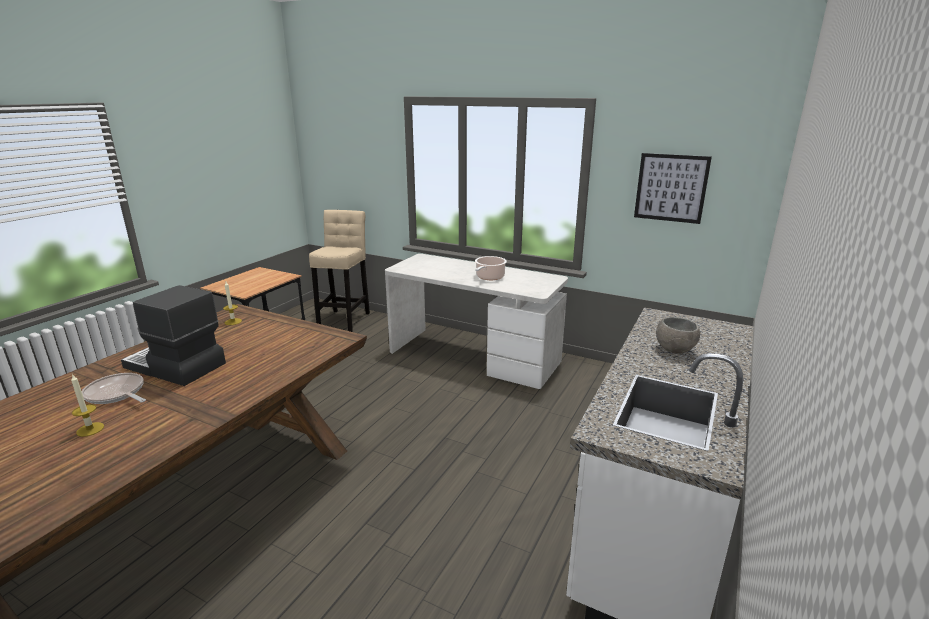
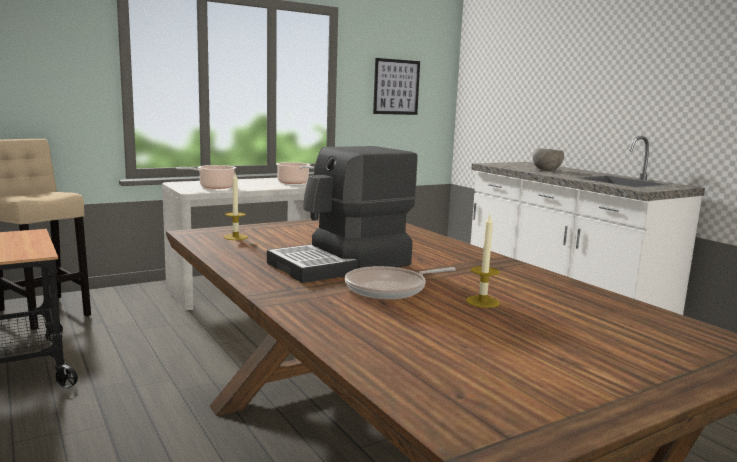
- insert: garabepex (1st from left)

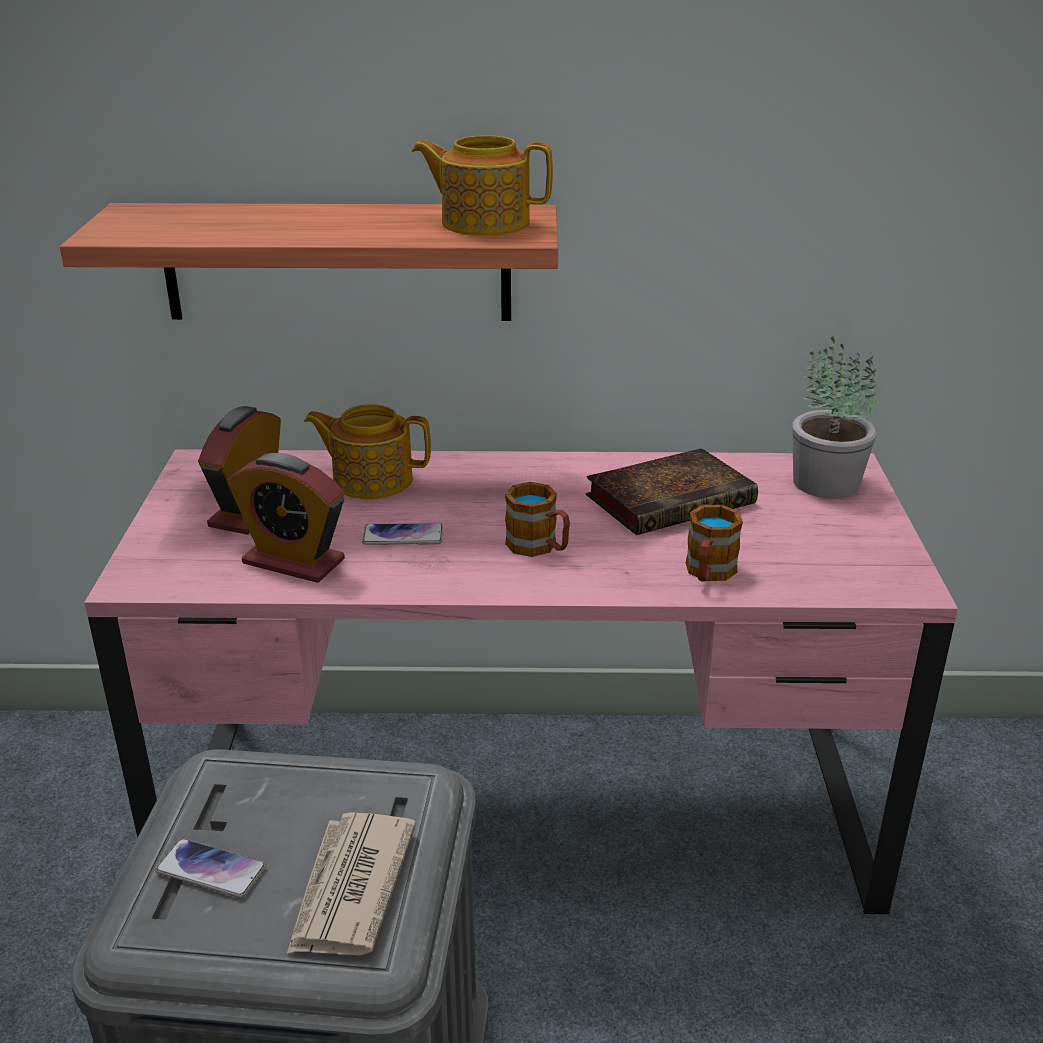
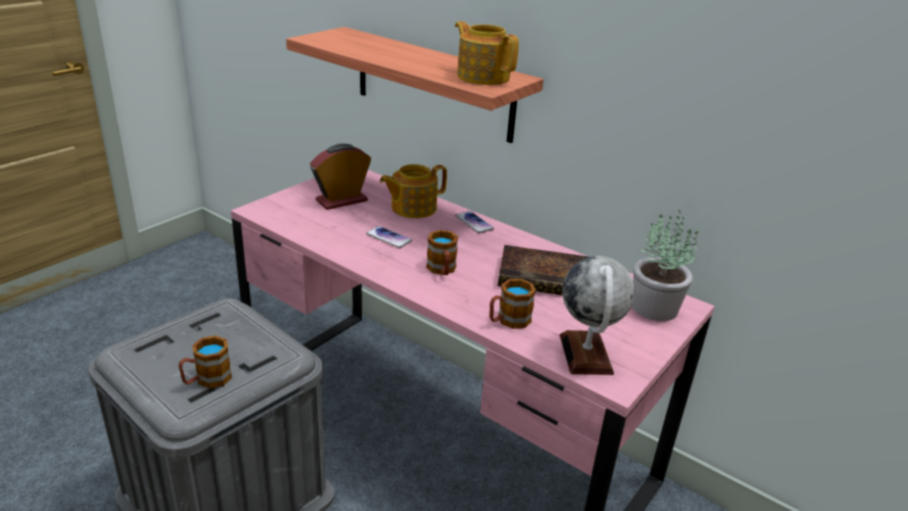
- delete: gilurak (2nd from left)
- insert: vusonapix
- move: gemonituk (1st from left in the first image) to gemonituk (2nd from left)
- replace: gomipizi to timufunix (1st from left)
- rotate: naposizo (1st from left) 75 degrees counterclockwise

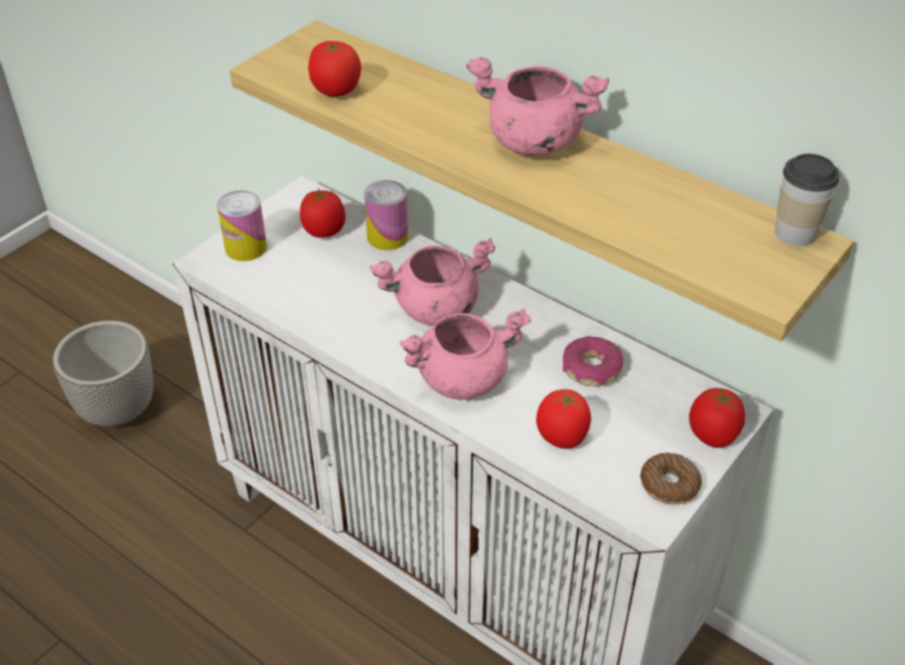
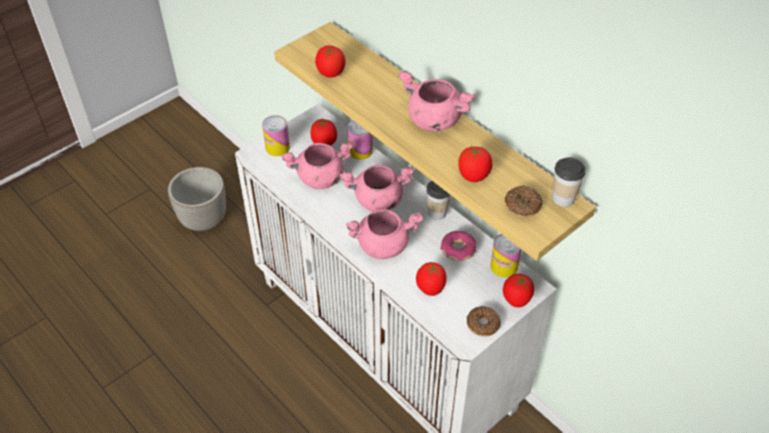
- insert: pink garabepex (1st from left)
- insert: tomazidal (1st from left)
- insert: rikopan (4th from left)
- insert: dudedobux (3rd from left)
- insert: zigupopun (3rd from left)

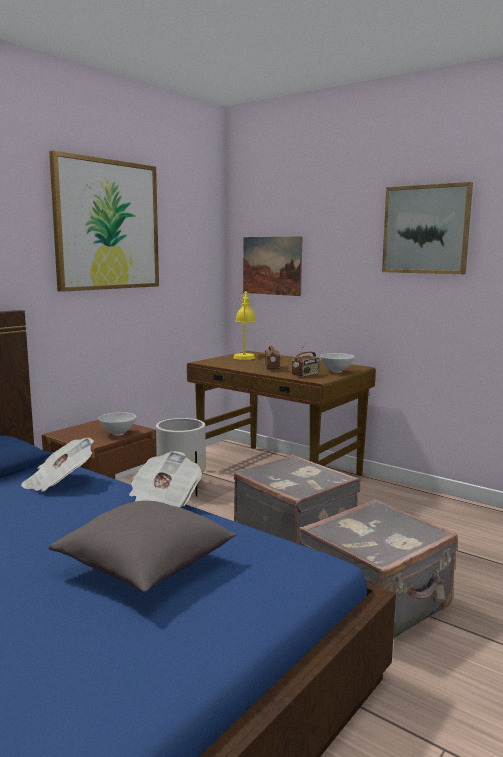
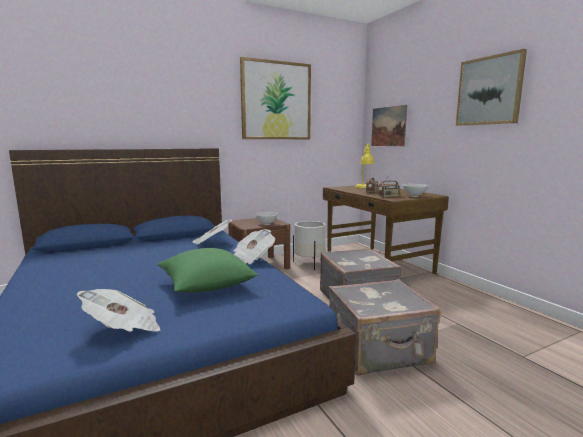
- insert: gomipizi (1st from left)
- recolor: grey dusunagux to green dusunagux

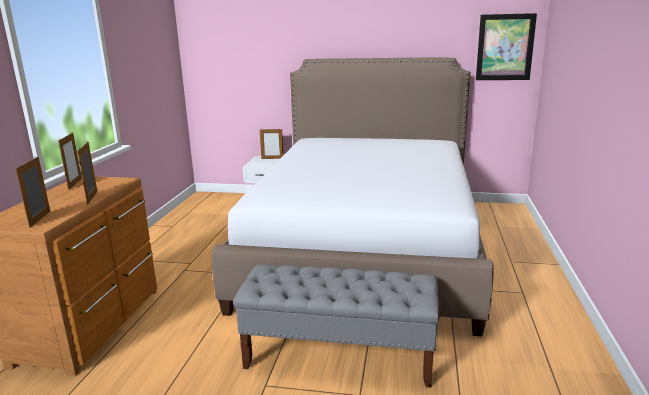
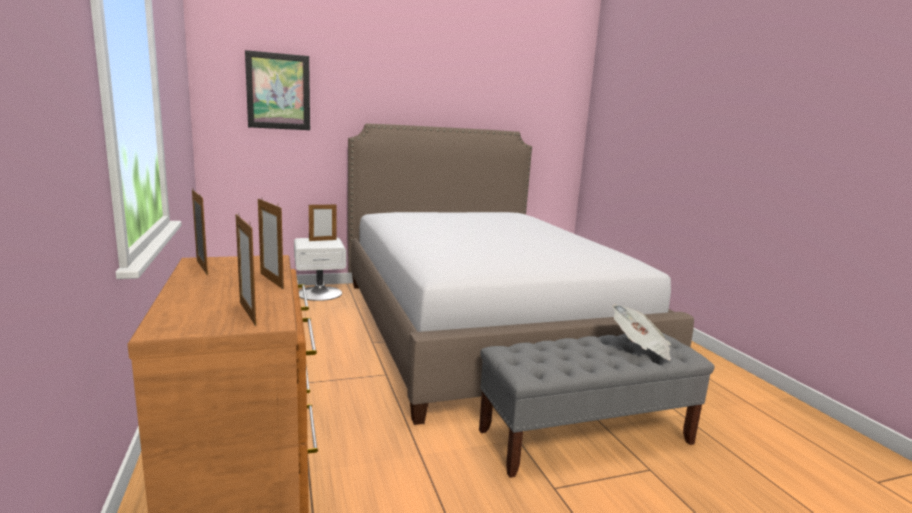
- insert: gomipizi
- move: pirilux

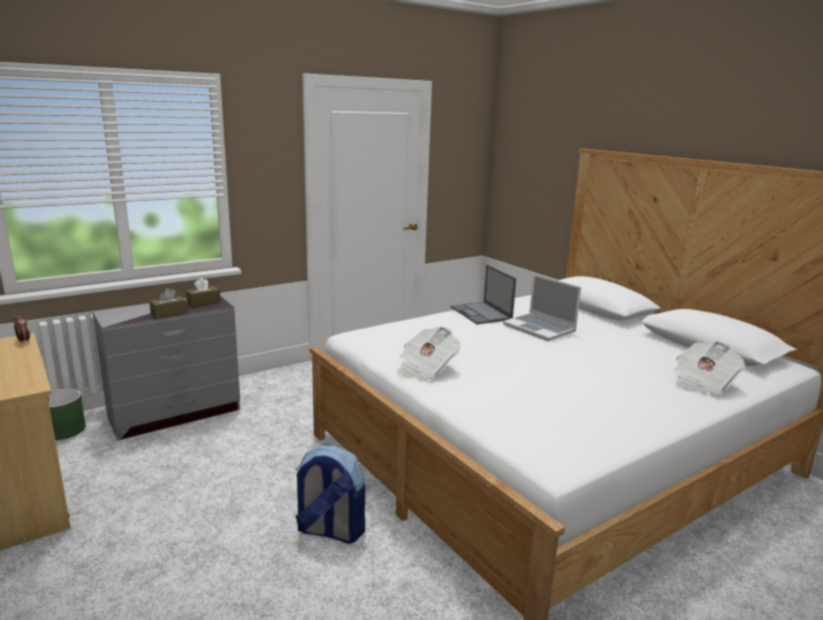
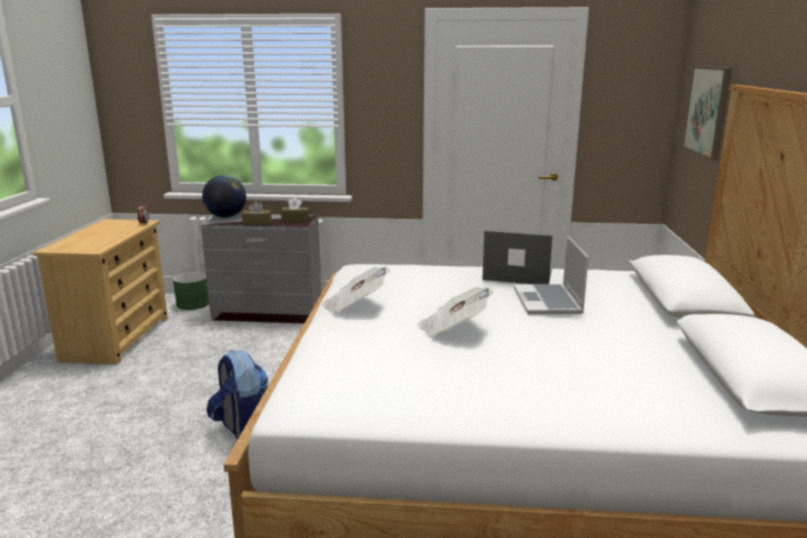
- insert: vusonapix
- insert: pirilux
- move: gomipizi (2nd from left)
- rotate: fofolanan (1st from left) 90 degrees clockwise

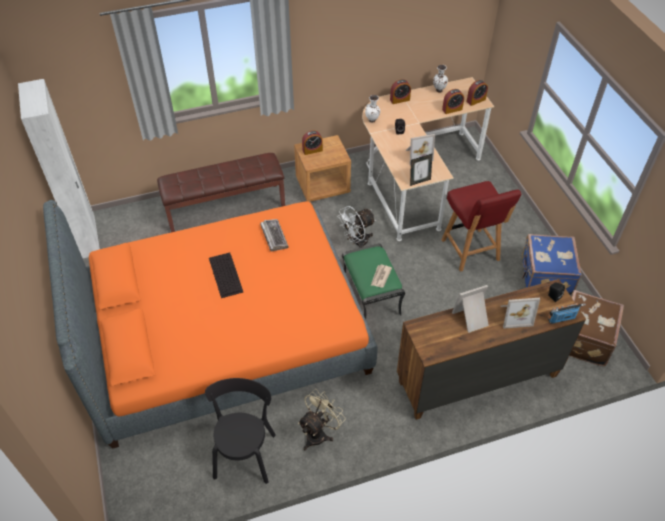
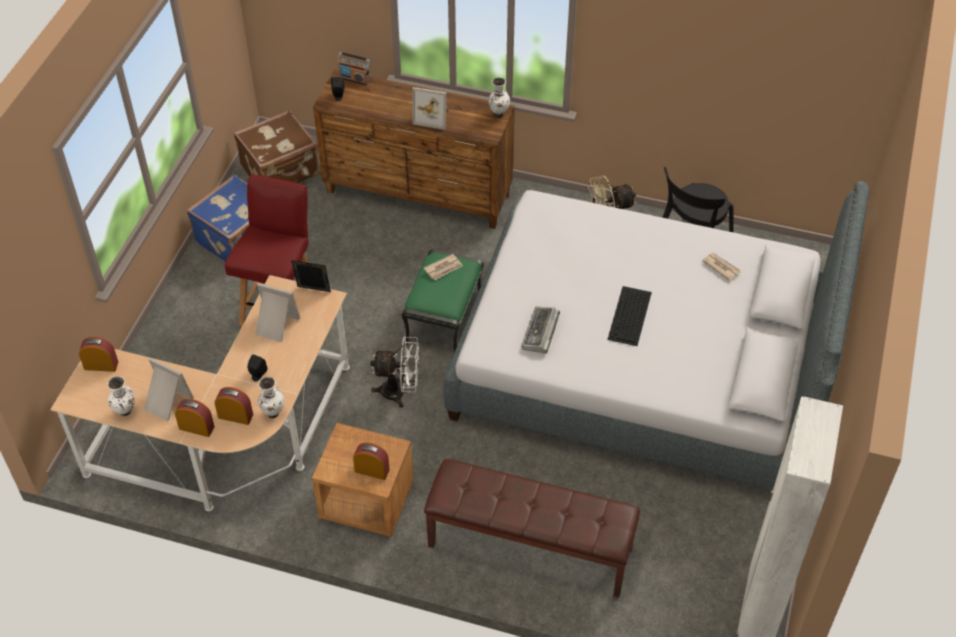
- insert: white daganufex (3rd from left)
- insert: gomipizi (2nd from left)
- move: gilurak (3rd from left)
- move: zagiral (4th from left in the first image) to zagiral (1st from left)
- recolor: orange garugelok to grey garugelok

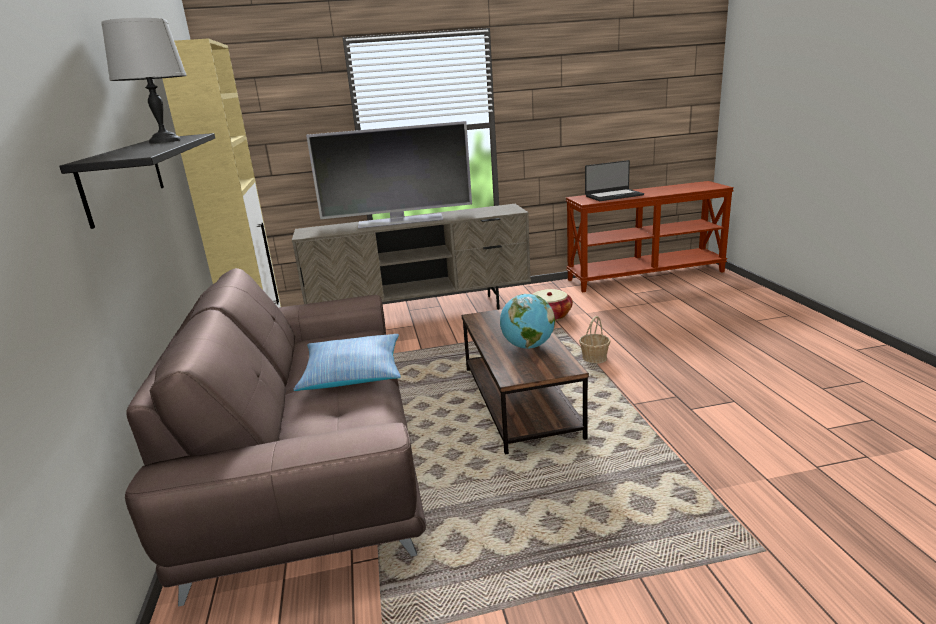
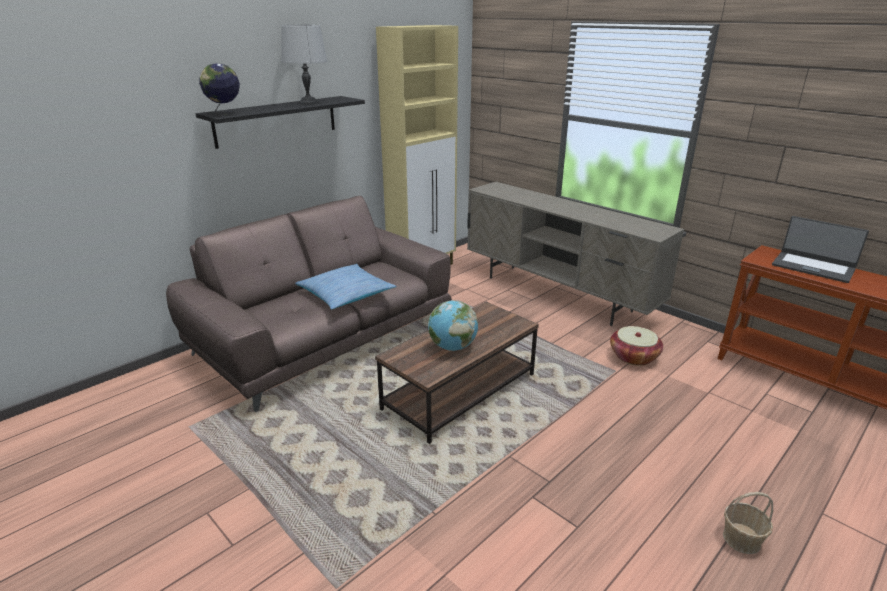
- delete: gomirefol
- insert: vusonapix (1st from left)
- move: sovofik (2nd from left)

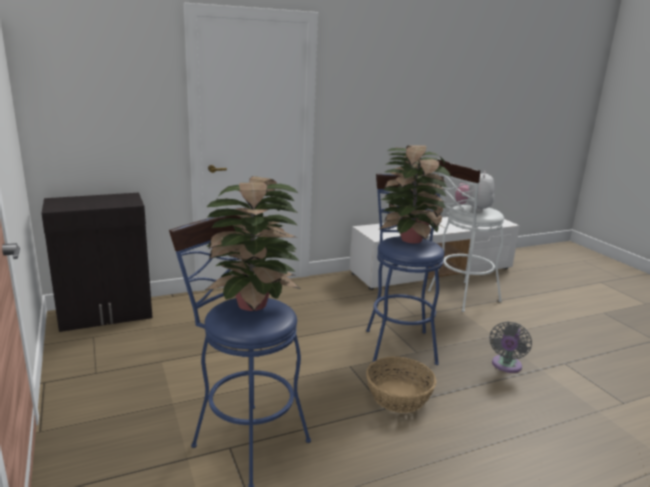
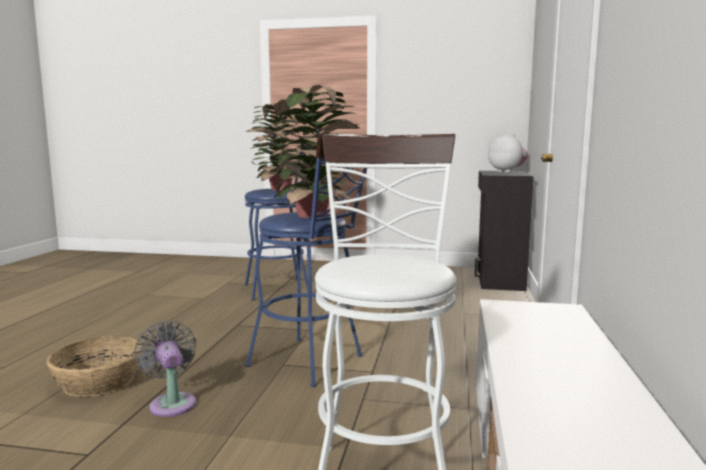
- move: sovofik
- move: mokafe

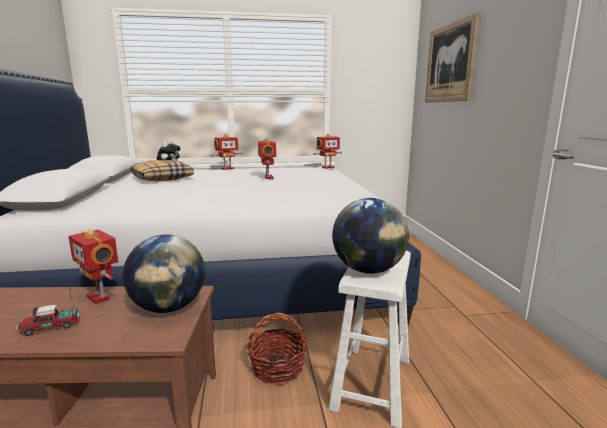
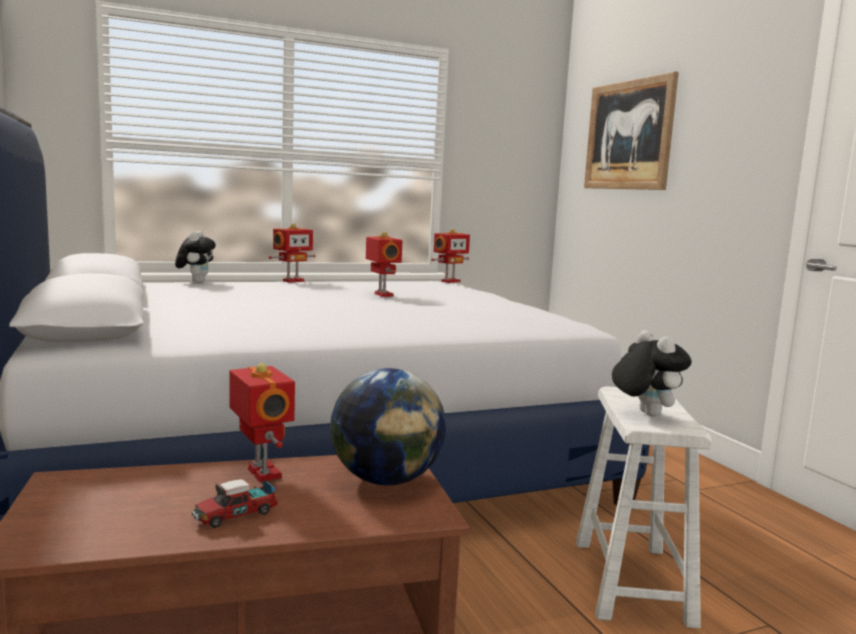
- delete: dusunagux
- delete: sovofik
- replace: vusonapix (2nd from left) to mokafe (2nd from left)
- rotate: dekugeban (1st from left) 150 degrees counterclockwise

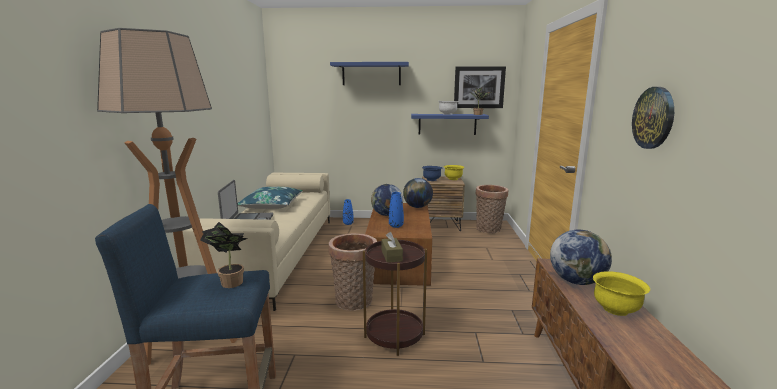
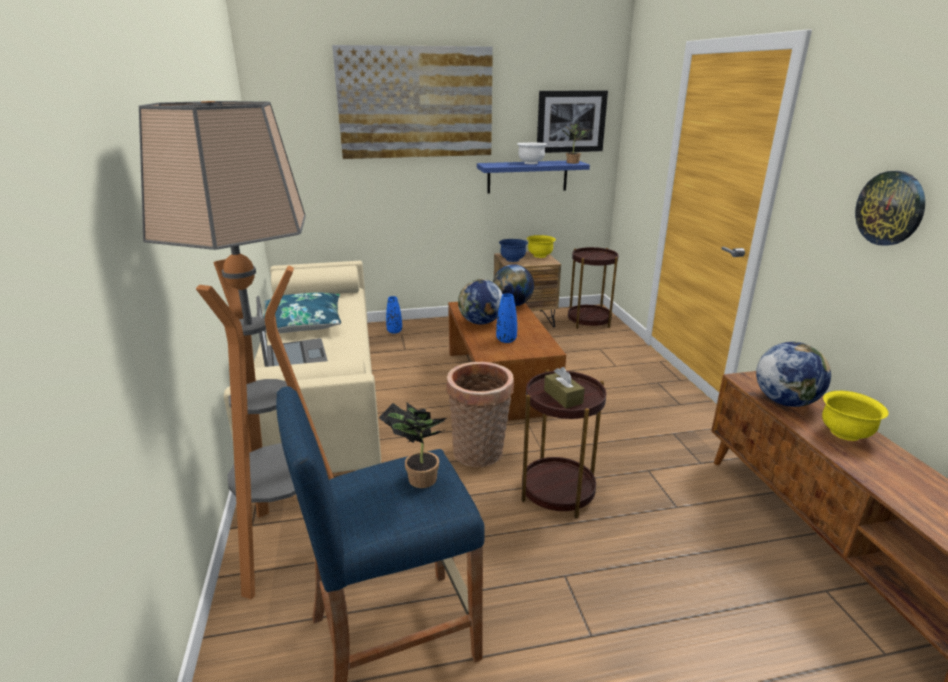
- replace: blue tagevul (1st from left) to pirilux (1st from left)
- replace: sovofik (2nd from left) to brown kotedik (2nd from left)

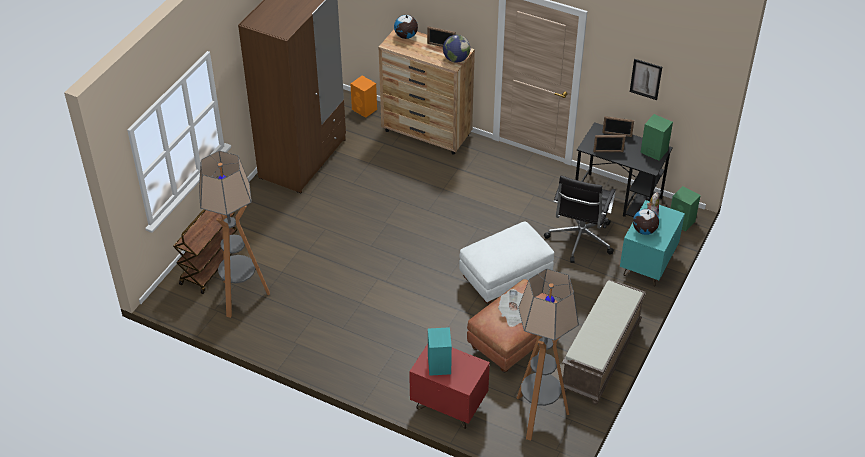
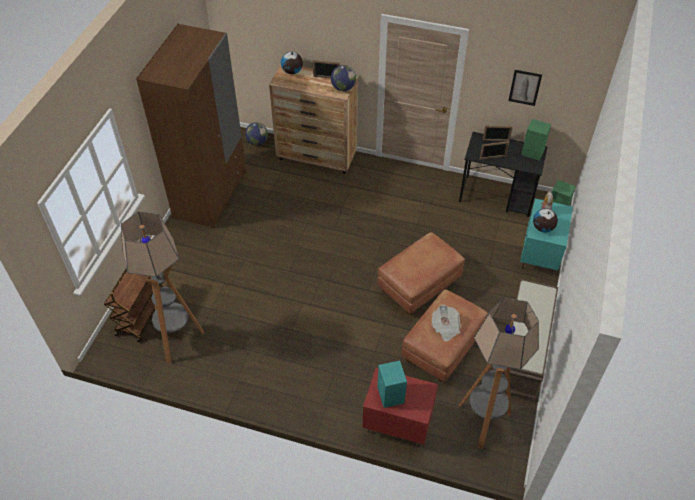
- delete: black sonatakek
- replace: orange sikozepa to vusonapix (1st from left)
- recolor: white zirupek to brown zirupek (1st from left)

